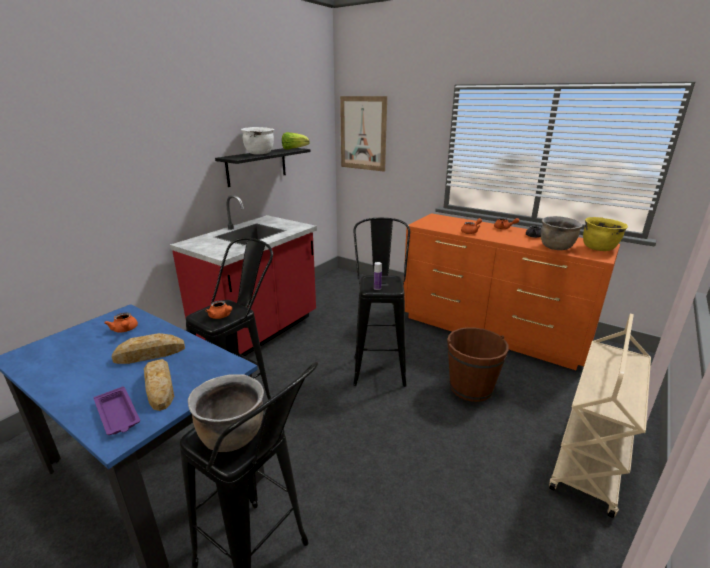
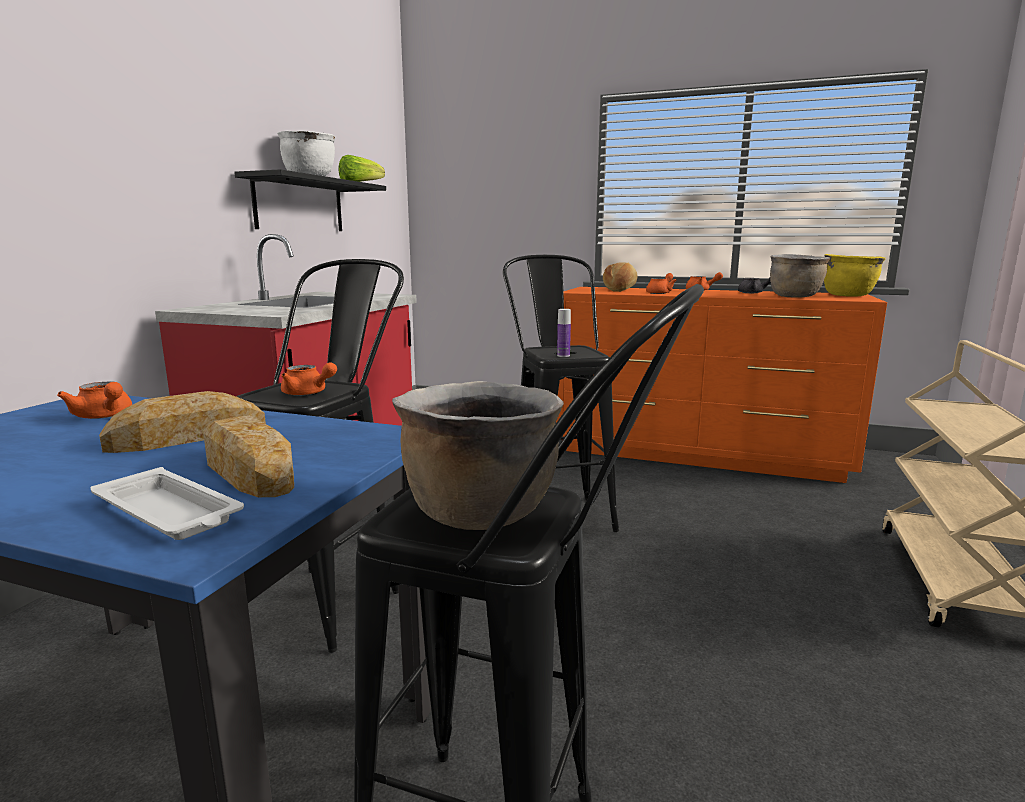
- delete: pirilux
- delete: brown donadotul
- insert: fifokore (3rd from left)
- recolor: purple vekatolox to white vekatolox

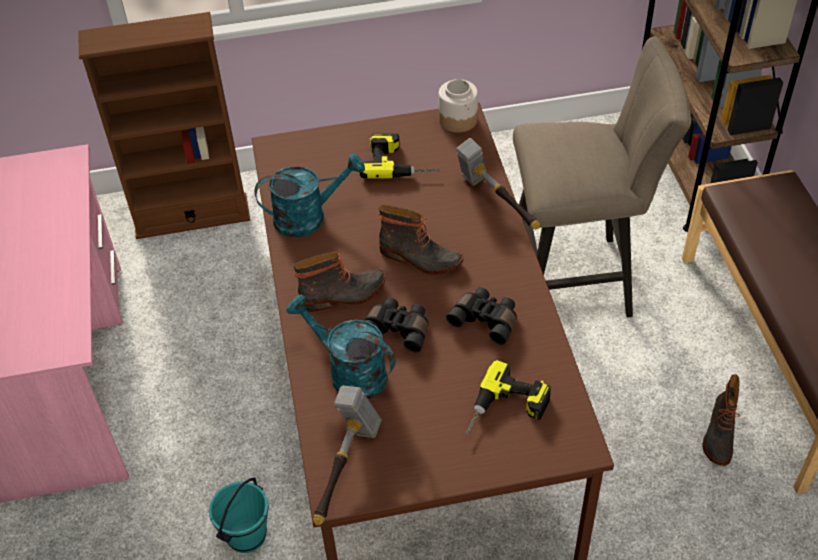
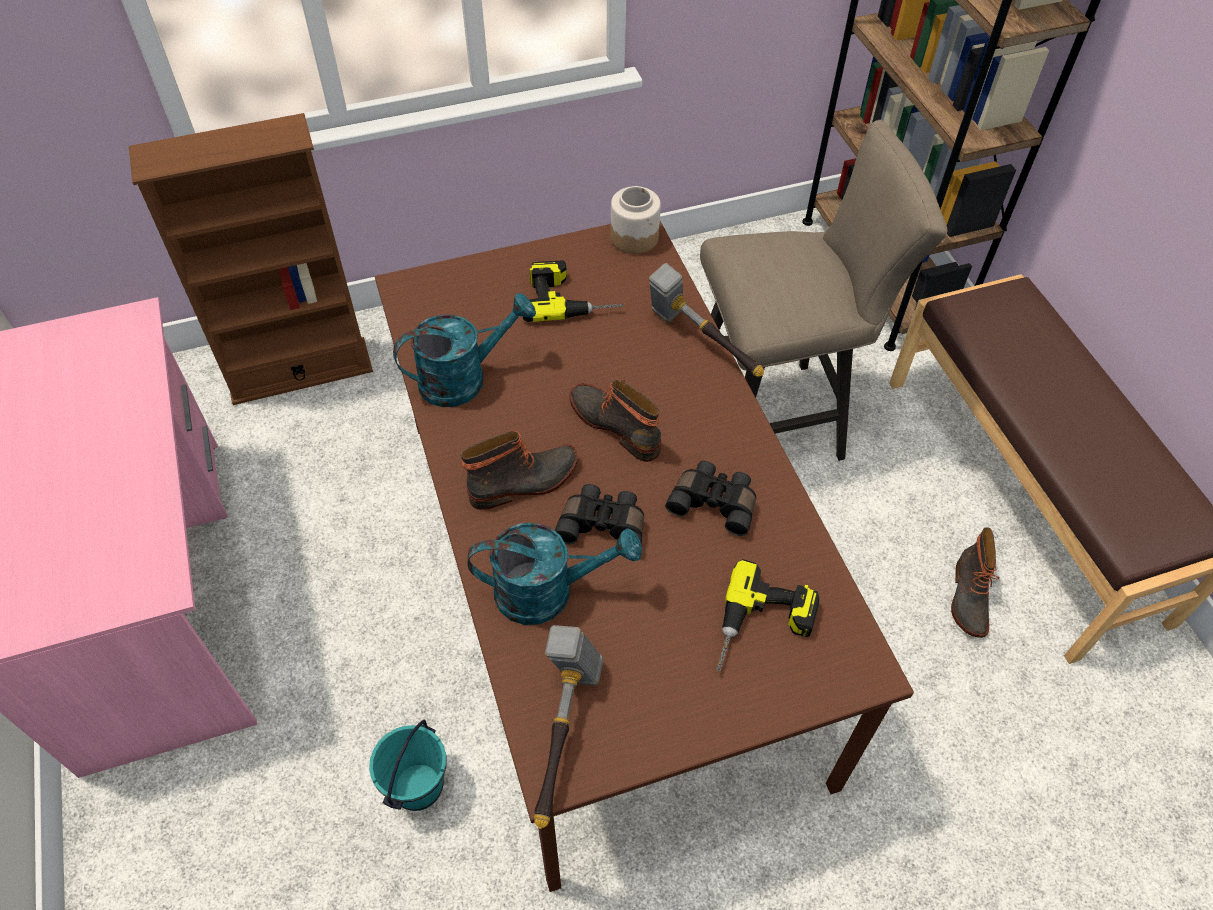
- rotate: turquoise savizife (2nd from left) 150 degrees clockwise
- rotate: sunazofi (2nd from left) 150 degrees counterclockwise

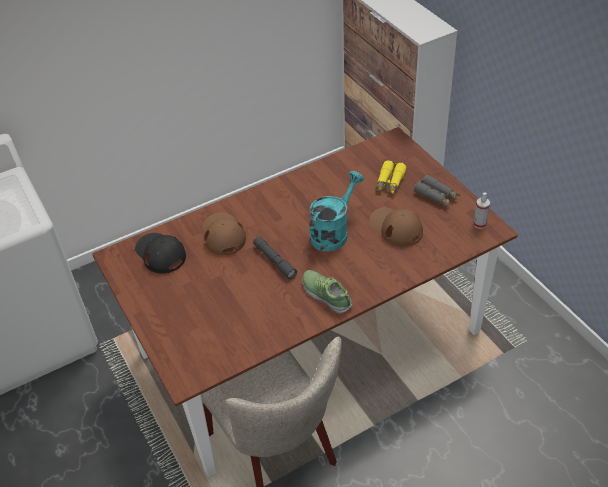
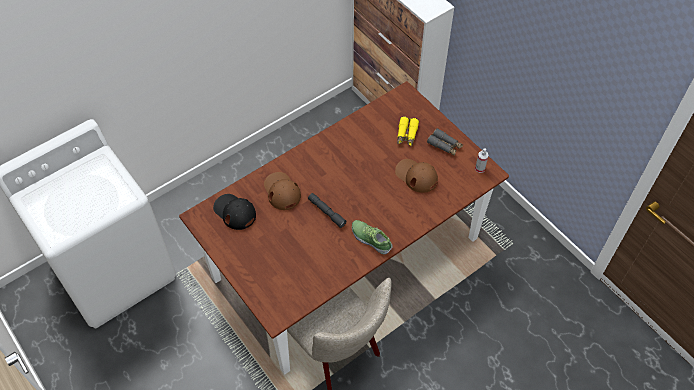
- delete: turquoise savizife

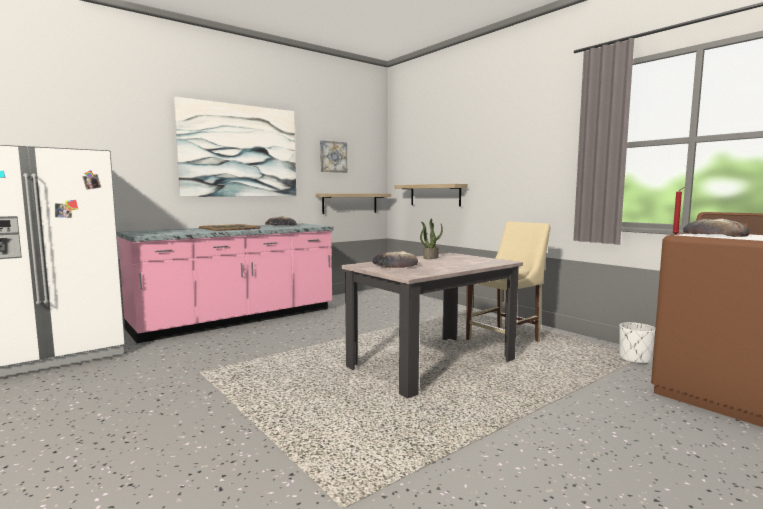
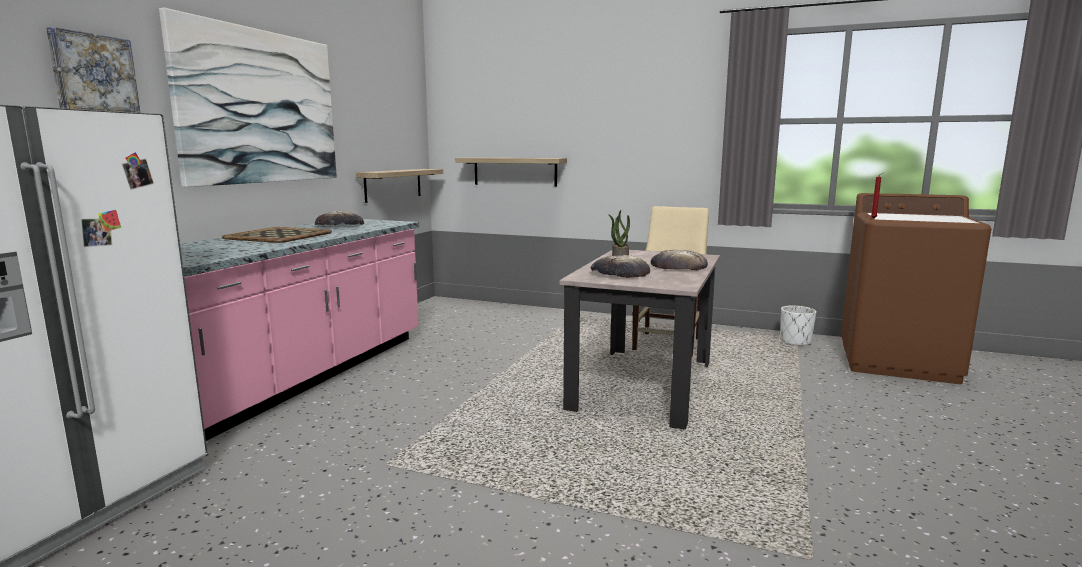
- move: pirilux (2nd from left in the first image) to pirilux (1st from left)
- move: fifokore (3rd from left)

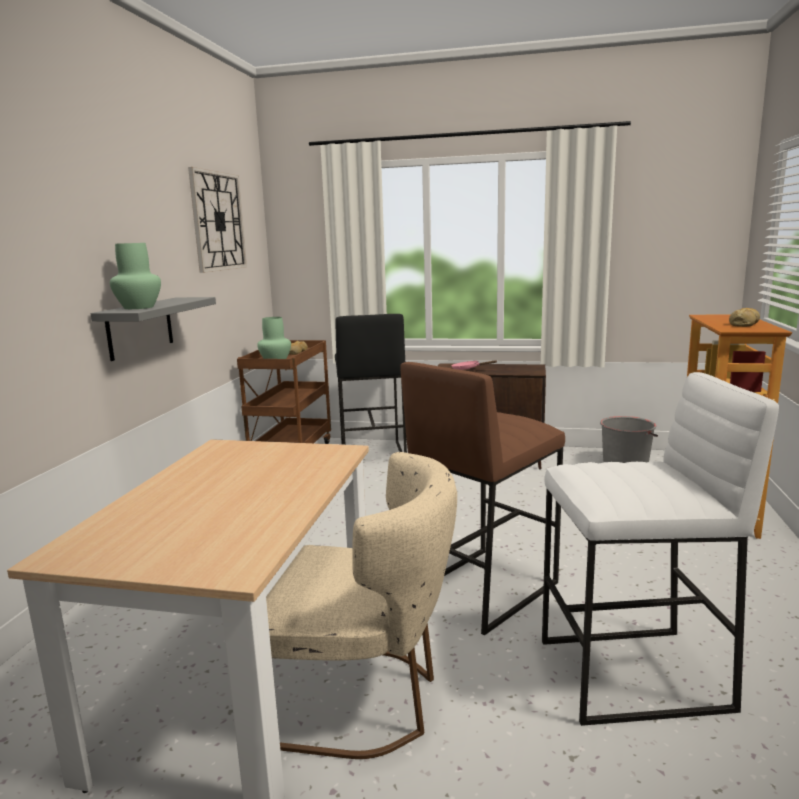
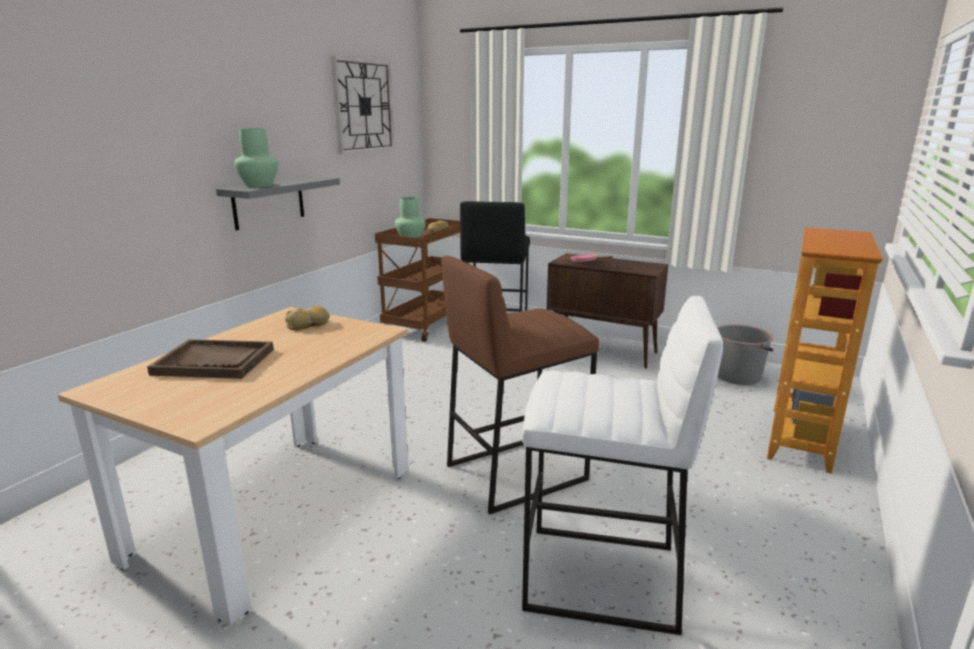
- delete: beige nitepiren
- insert: brown vekatolox
- move: fifokore (2nd from left in the first image) to fifokore (1st from left)

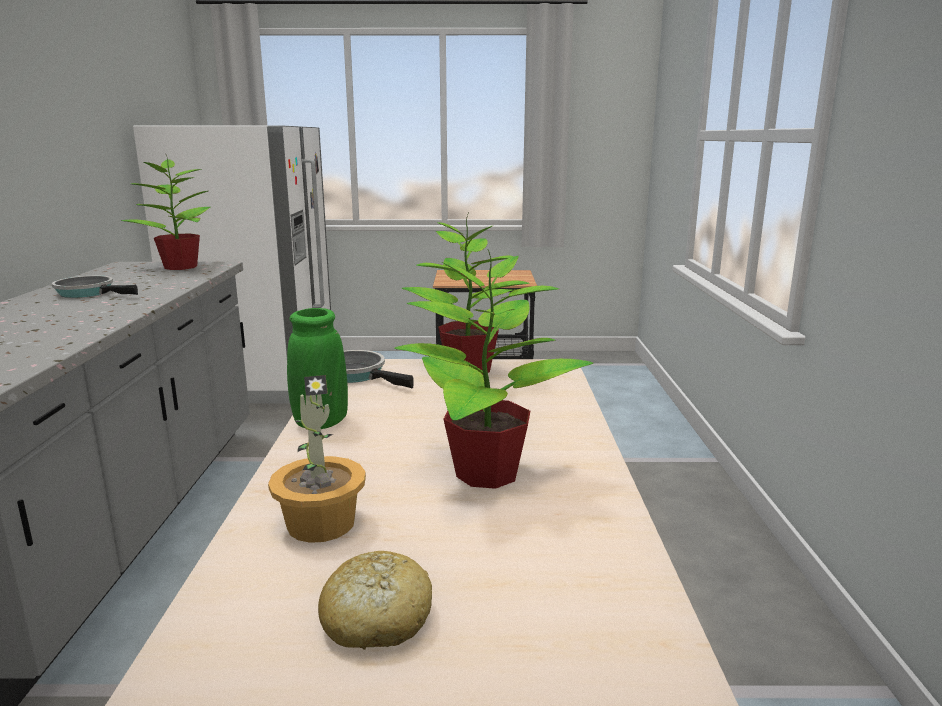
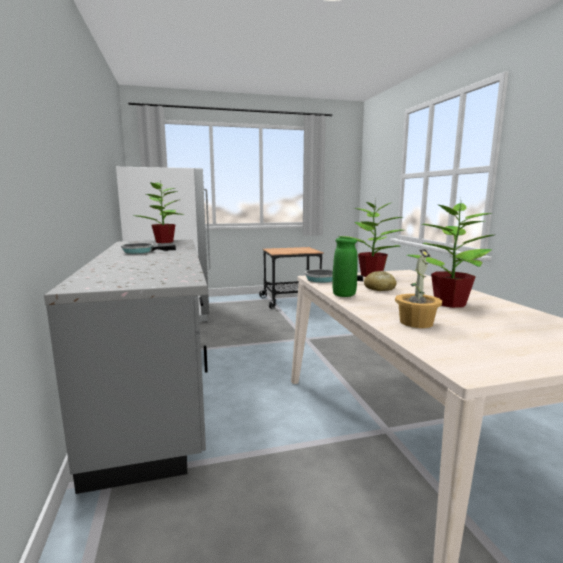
- move: fifokore

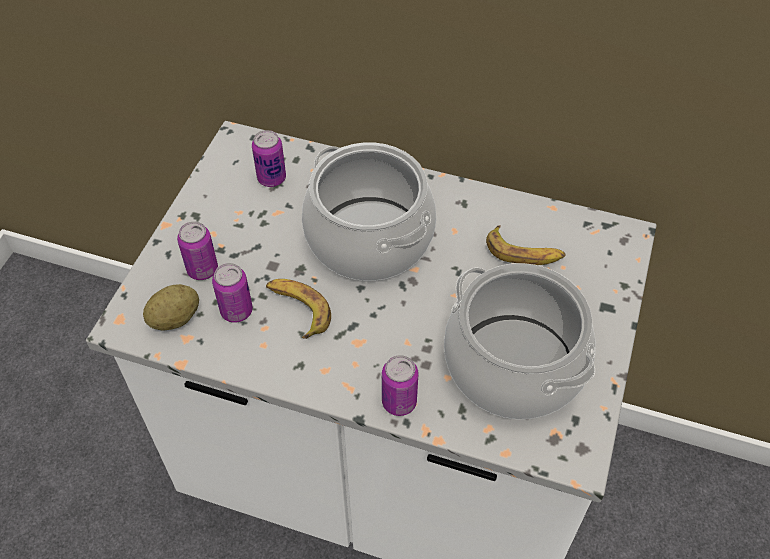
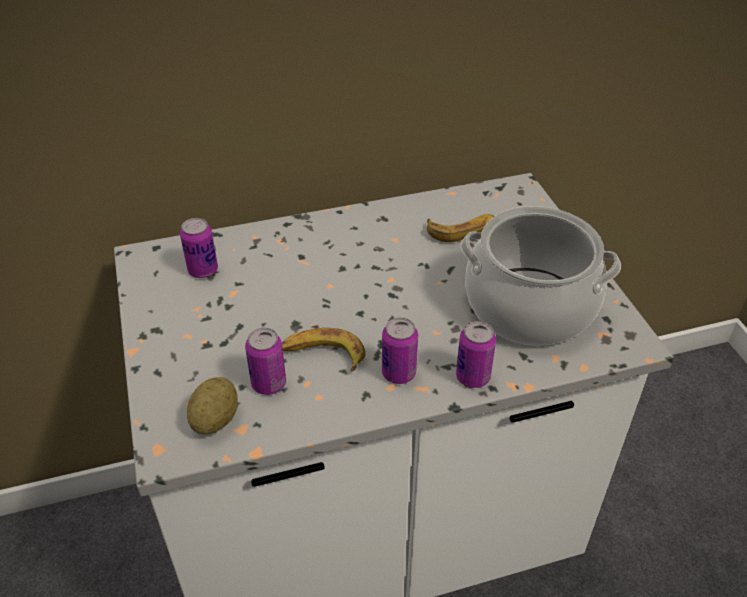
- delete: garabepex (1st from left)
- move: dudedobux (1st from left in the first image) to dudedobux (3rd from left)

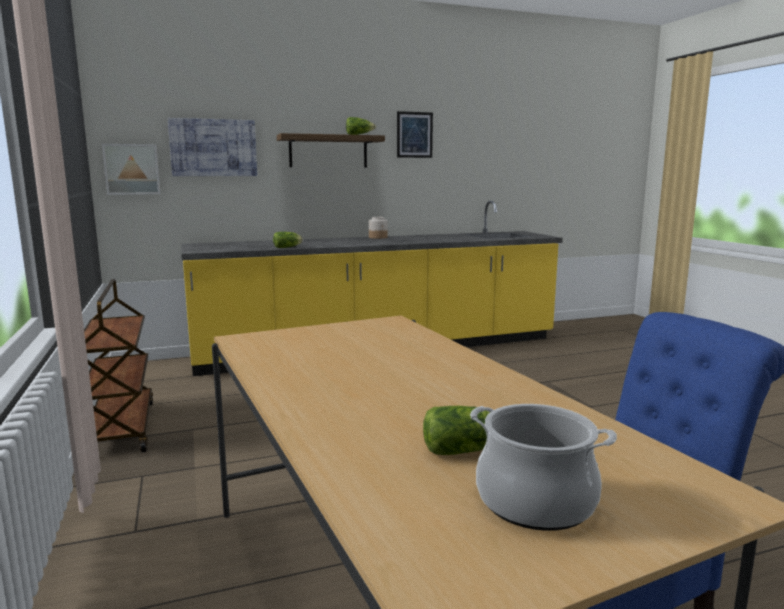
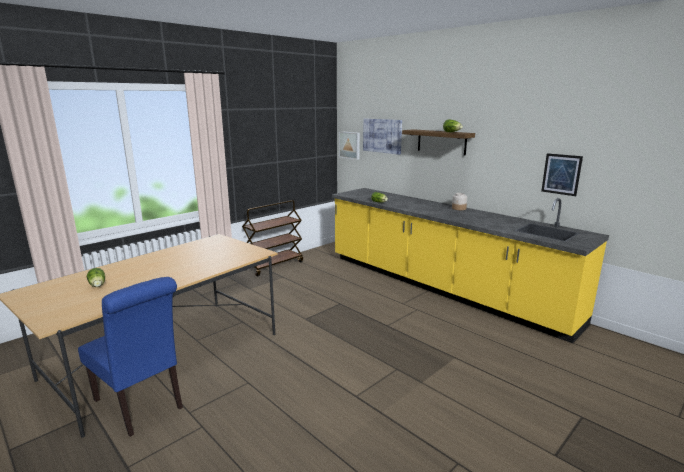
- delete: garabepex
- move: pirilux (3rd from left)

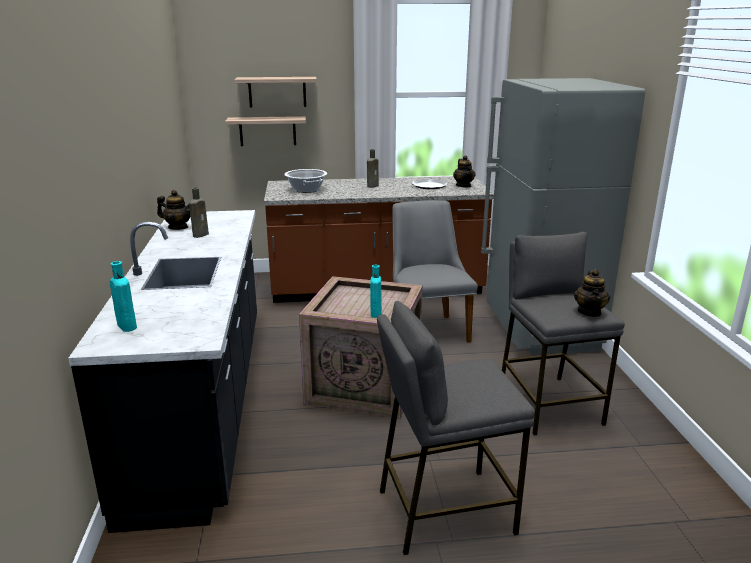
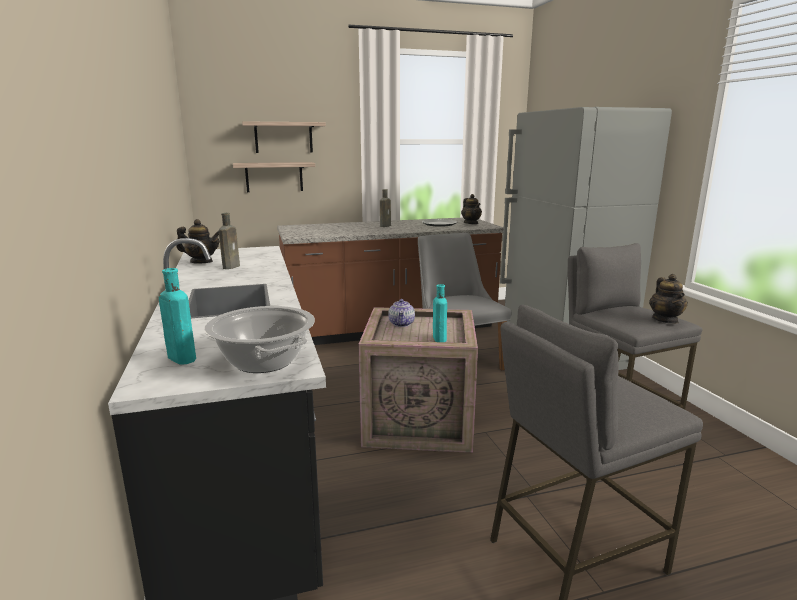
- insert: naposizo (2nd from left)
- move: garabepex

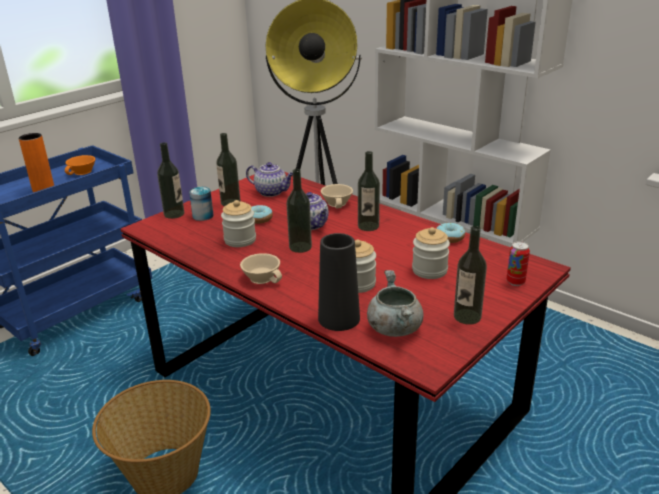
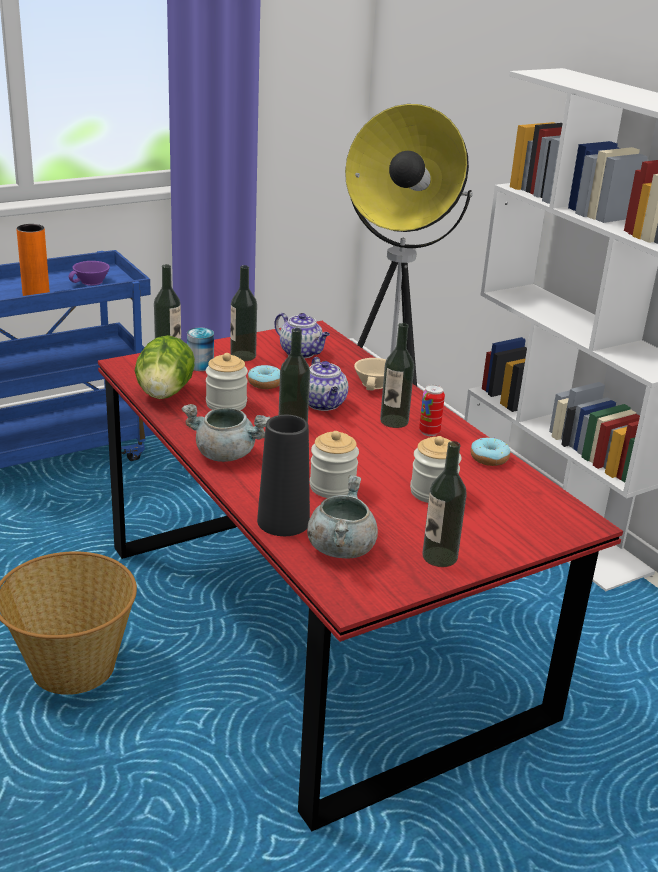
- insert: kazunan
- move: dudedobux (2nd from left)
- replace: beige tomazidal (1st from left) to grey garabepex (1st from left)
- recolor: orange tomazidal to purple tomazidal

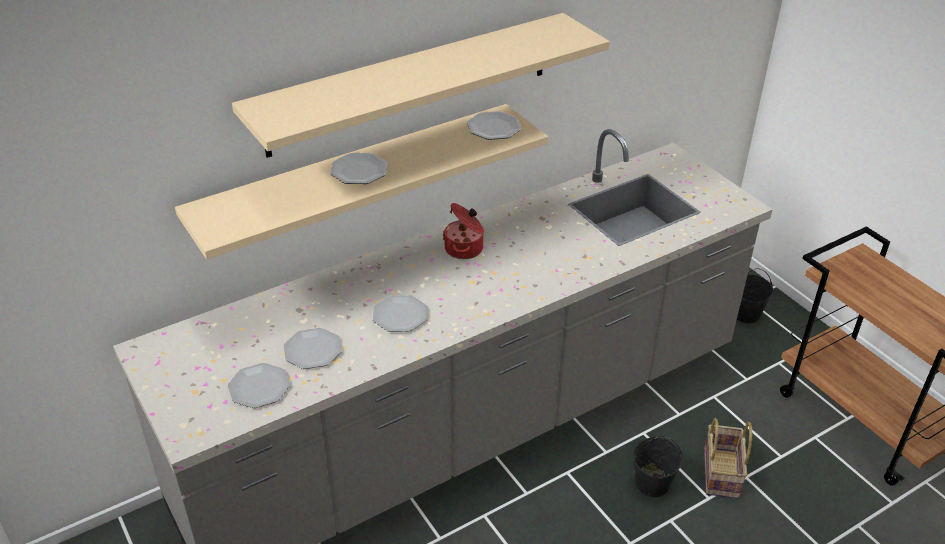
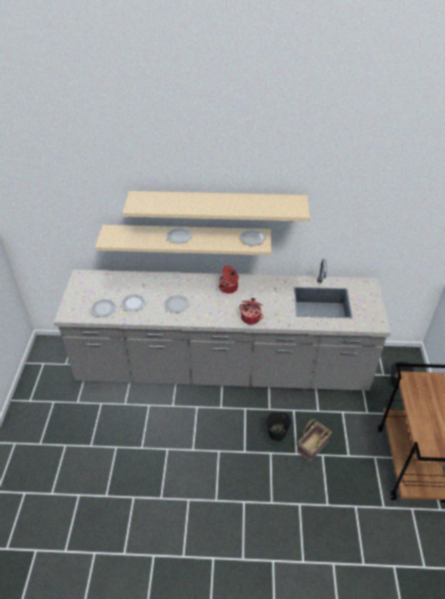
- insert: garabepex (2nd from left)

